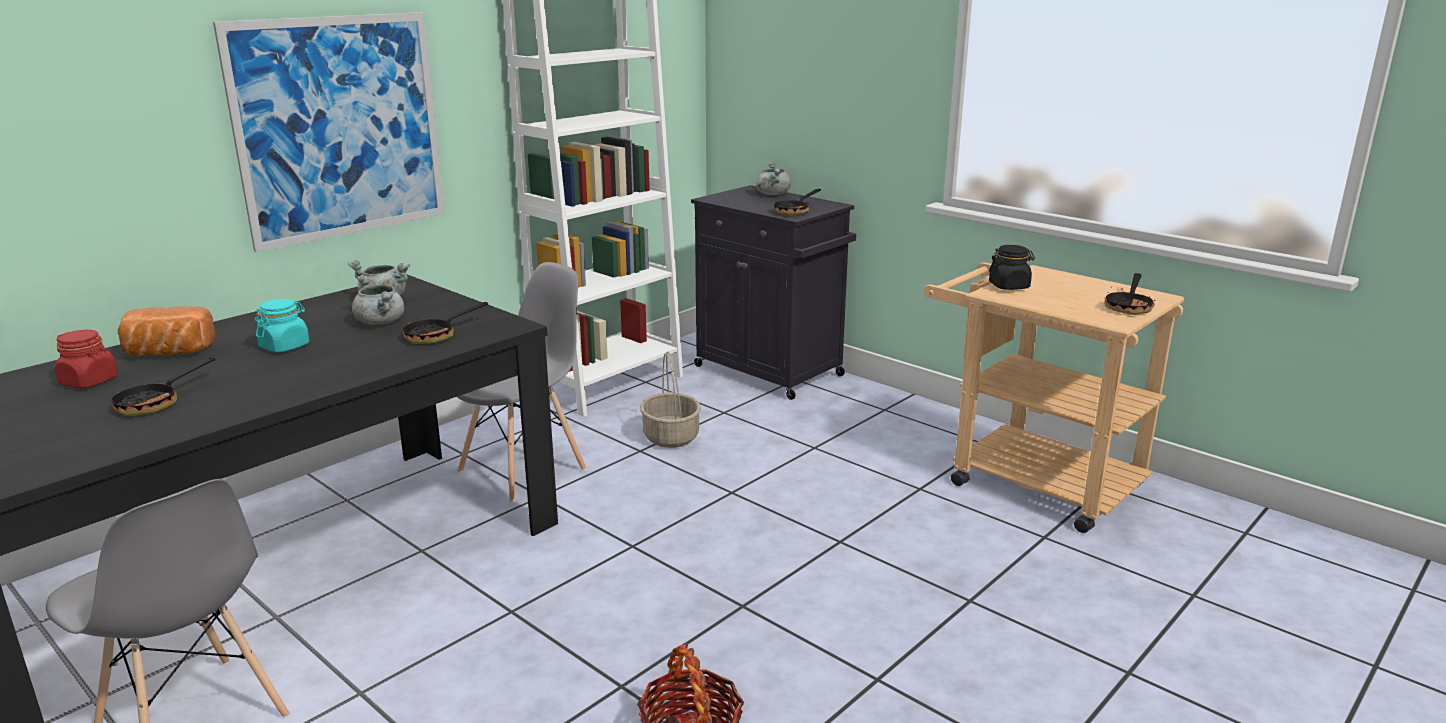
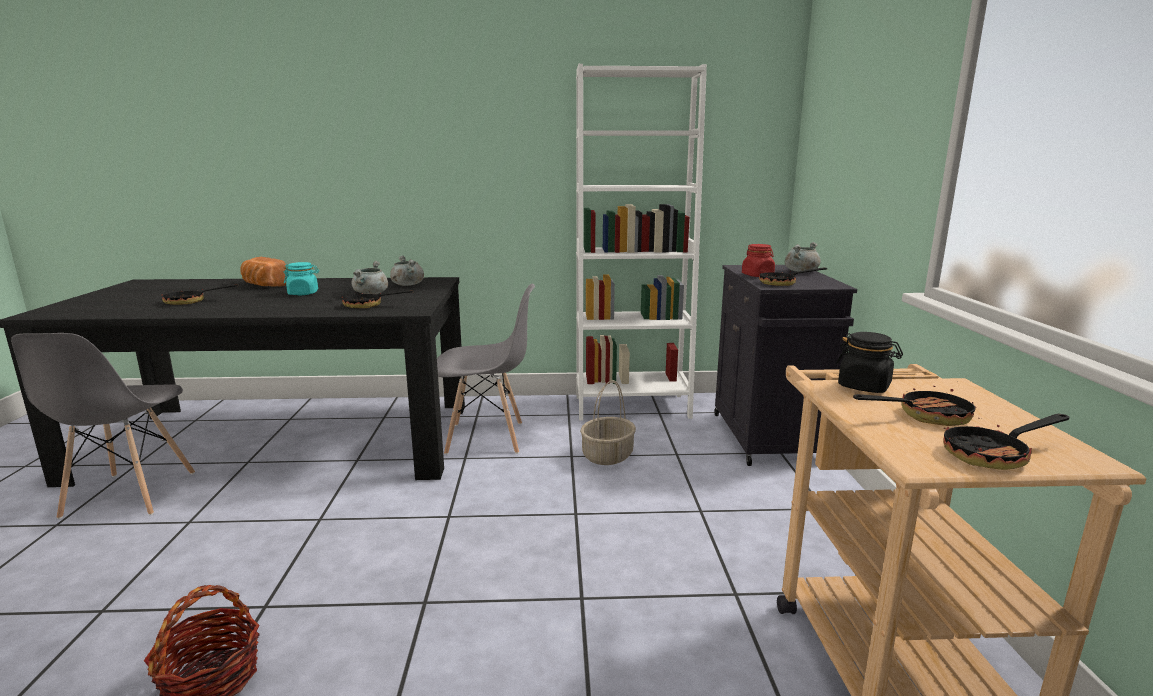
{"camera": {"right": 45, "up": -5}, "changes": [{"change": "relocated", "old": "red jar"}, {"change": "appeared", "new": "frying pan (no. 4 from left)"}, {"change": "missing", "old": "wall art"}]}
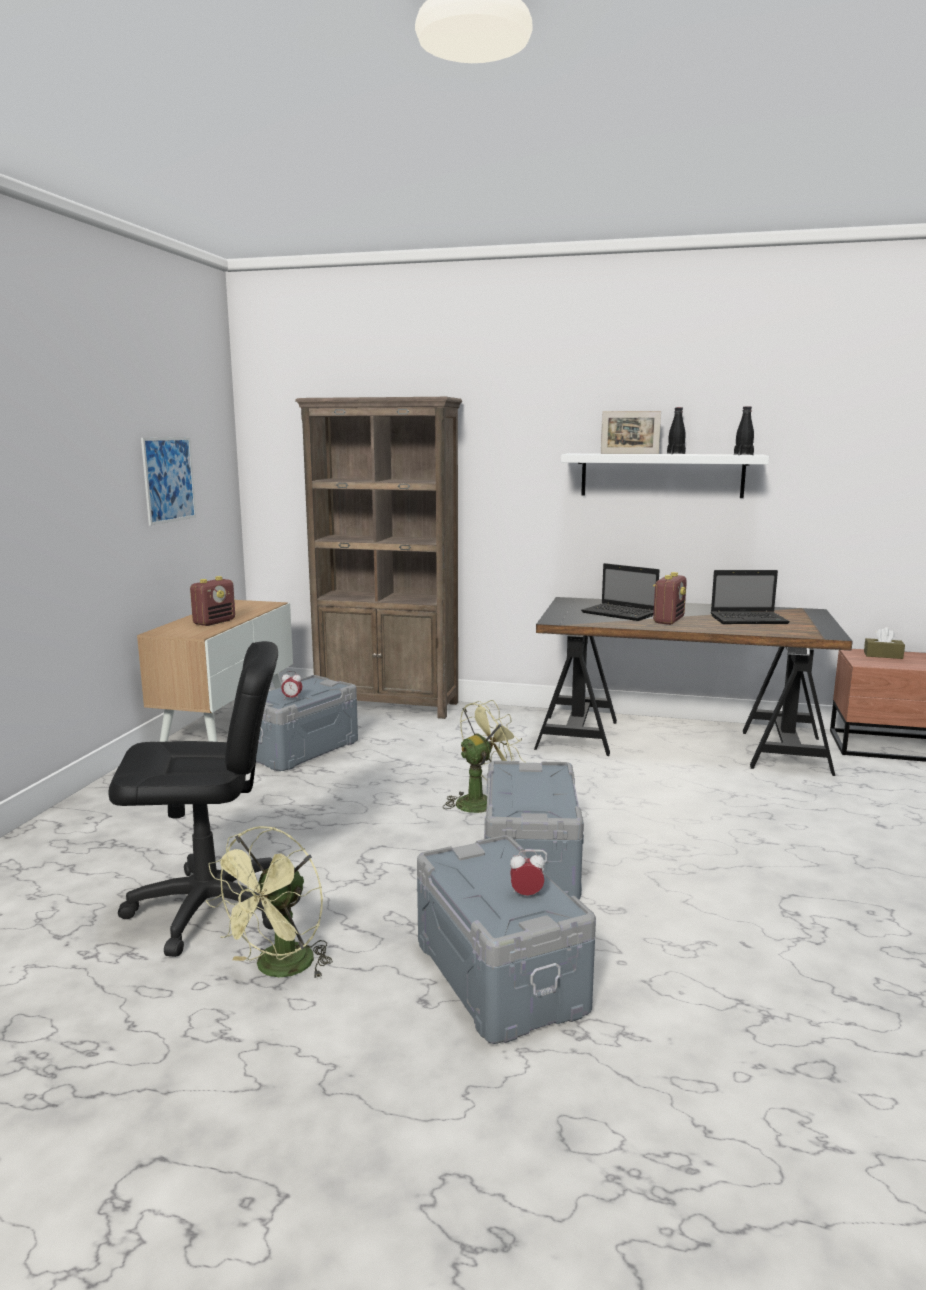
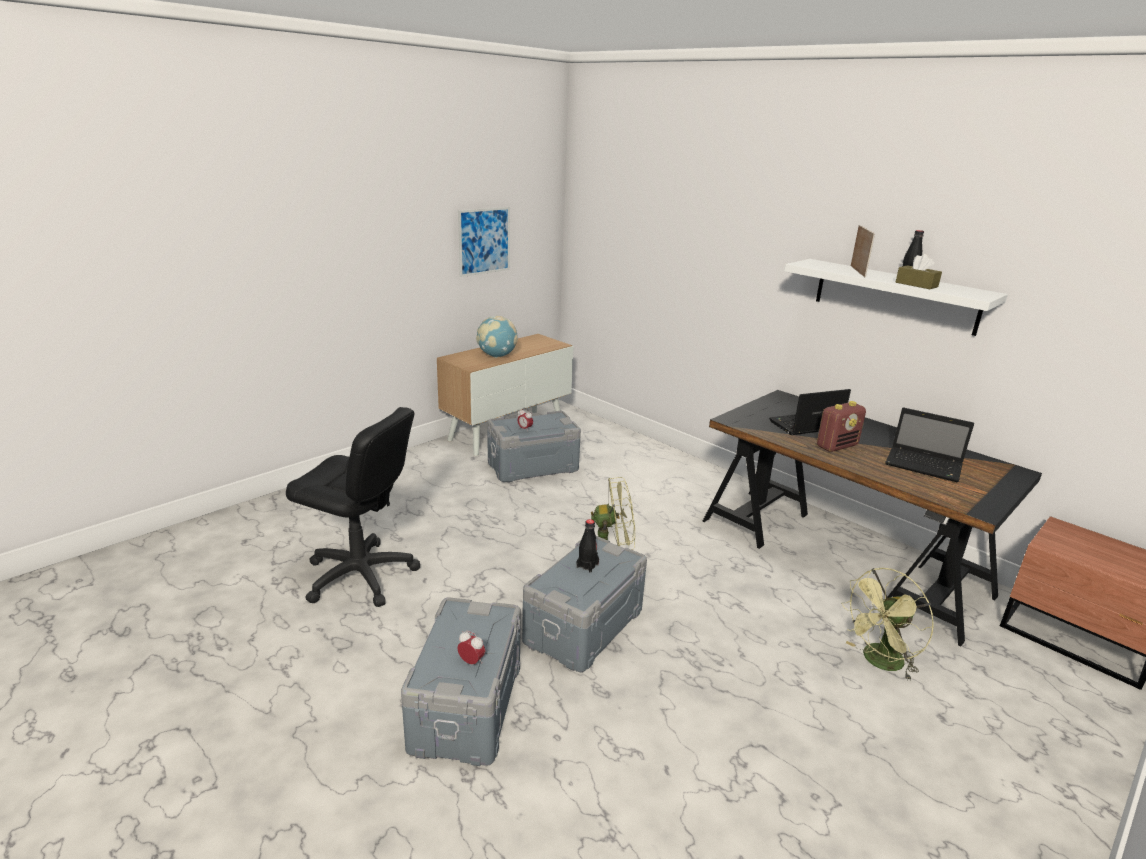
{"camera": {"right": 30, "up": 10}, "changes": [{"change": "exchanged", "old": "radio receiver (no. 1 from left)", "new": "desk globe"}, {"change": "relocated", "old": "black bottle (no. 2 from left in the first image)", "new": "black bottle (no. 1 from left)"}, {"change": "spun", "old": "laptop (no. 1 from left)", "degrees": 90}, {"change": "relocated", "old": "green fan (no. 1 from left in the first image)", "new": "green fan (no. 2 from left)"}, {"change": "spun", "old": "standing frame", "degrees": -120}, {"change": "relocated", "old": "brownish tissue holder"}, {"change": "missing", "old": "brownish bookshelf"}]}
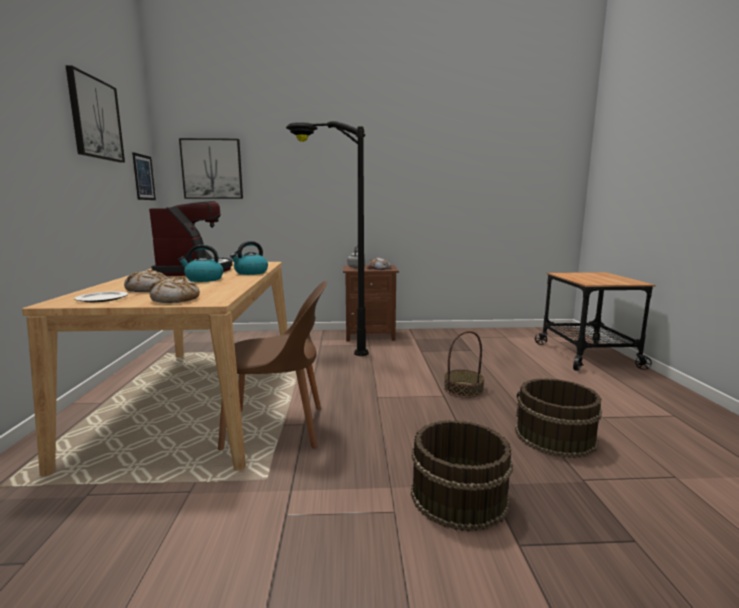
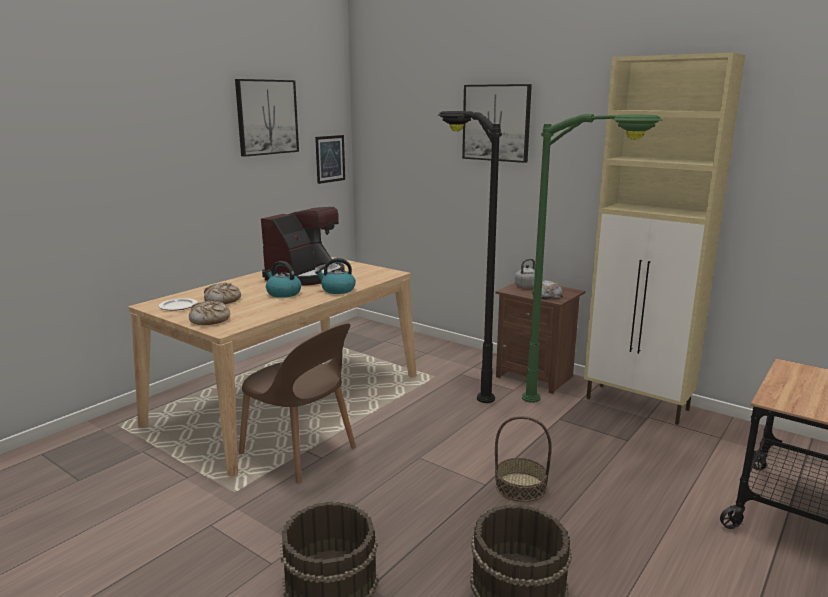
{"camera": {"right": 40, "up": 5}, "changes": [{"change": "relocated", "old": "wall art (no. 3 from left)"}, {"change": "appeared", "new": "green standard lamp"}, {"change": "appeared", "new": "sand-coloured cupboard"}]}
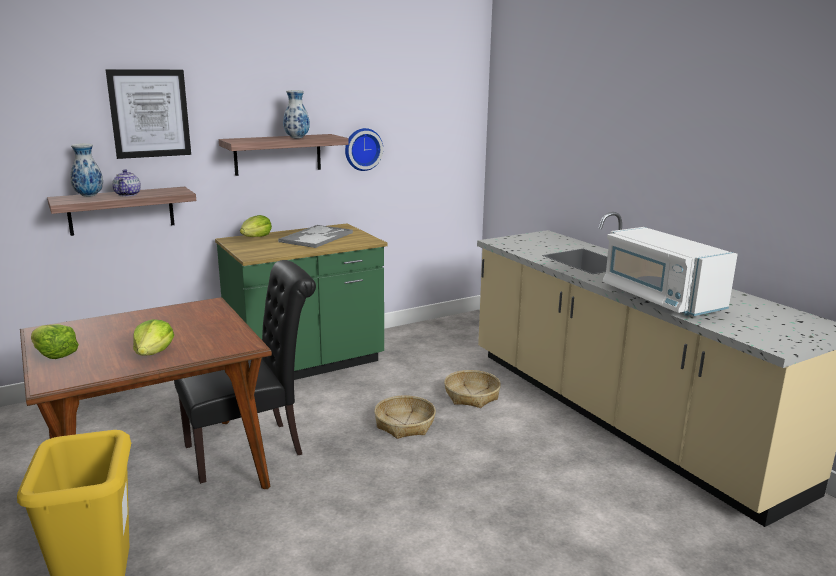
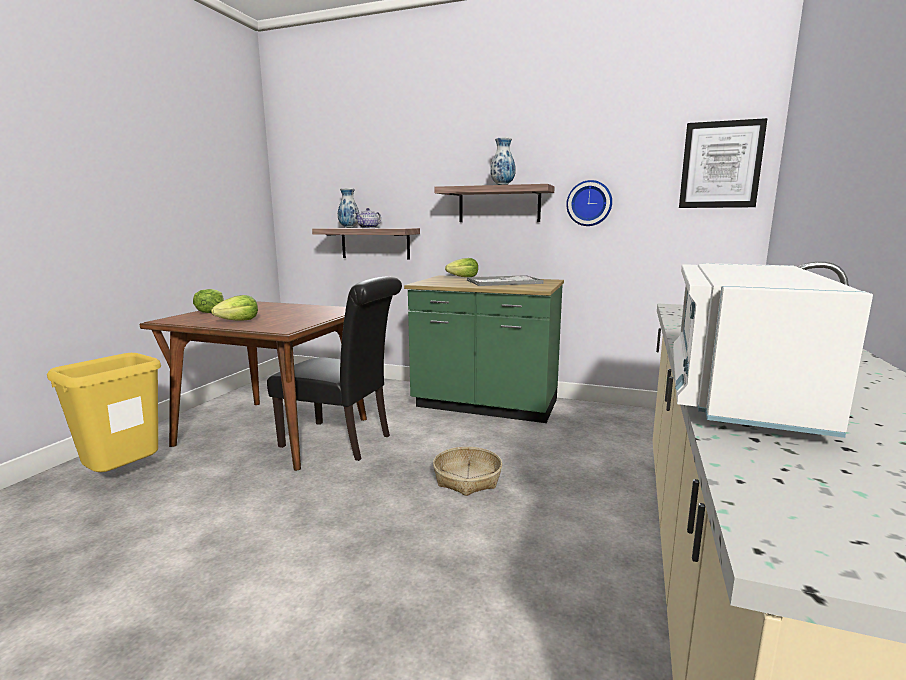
{"camera": {"right": 50, "up": -5}, "changes": [{"change": "relocated", "old": "wall art"}, {"change": "missing", "old": "household basket (no. 2 from left)"}]}
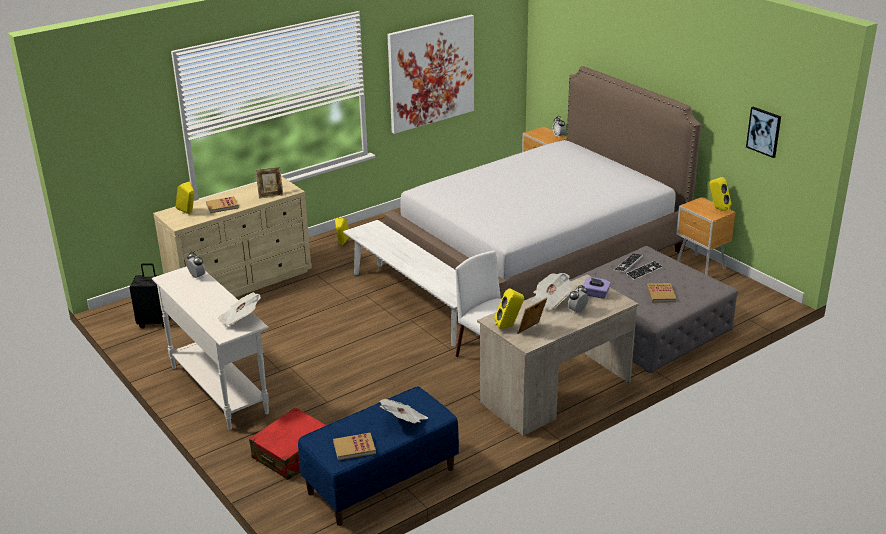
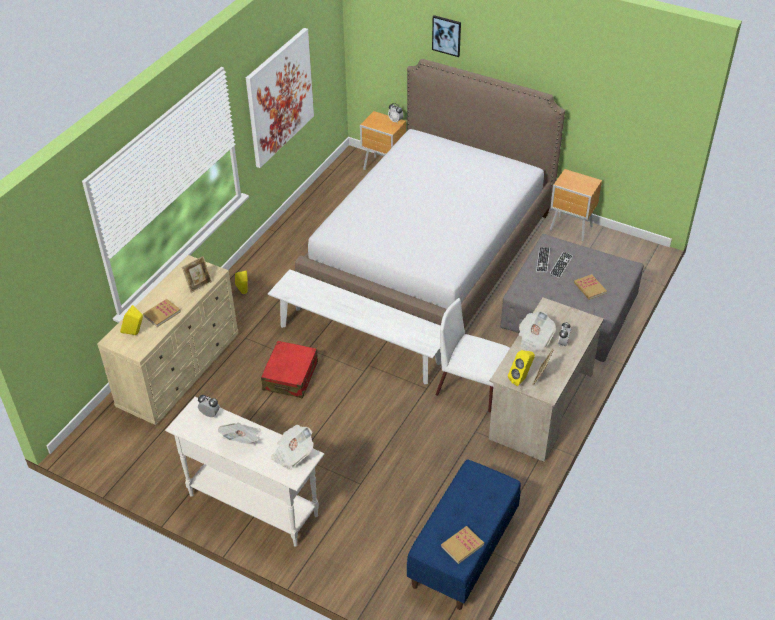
{"camera": {"right": -25, "up": 15}, "changes": [{"change": "relocated", "old": "daily paper (no. 2 from left in the first image)", "new": "daily paper (no. 1 from left)"}, {"change": "relocated", "old": "red suitcase"}, {"change": "relocated", "old": "wall art (no. 2 from left)"}, {"change": "missing", "old": "black suitcase"}, {"change": "missing", "old": "purple tissue holder"}, {"change": "missing", "old": "yellow-coloured loudspeaker (no. 4 from left)"}]}
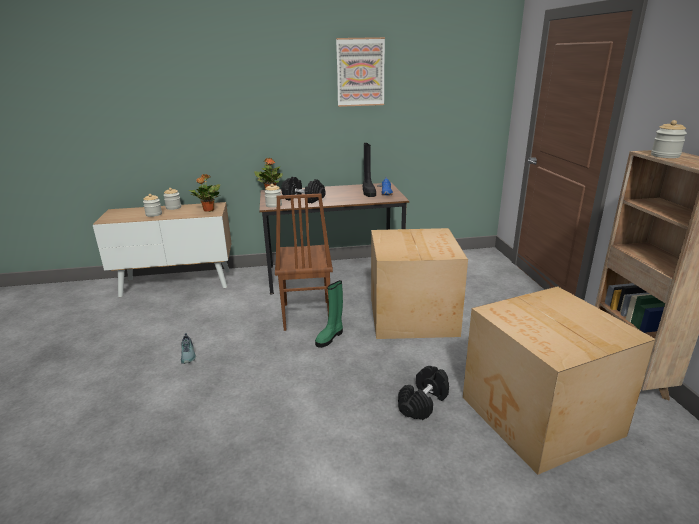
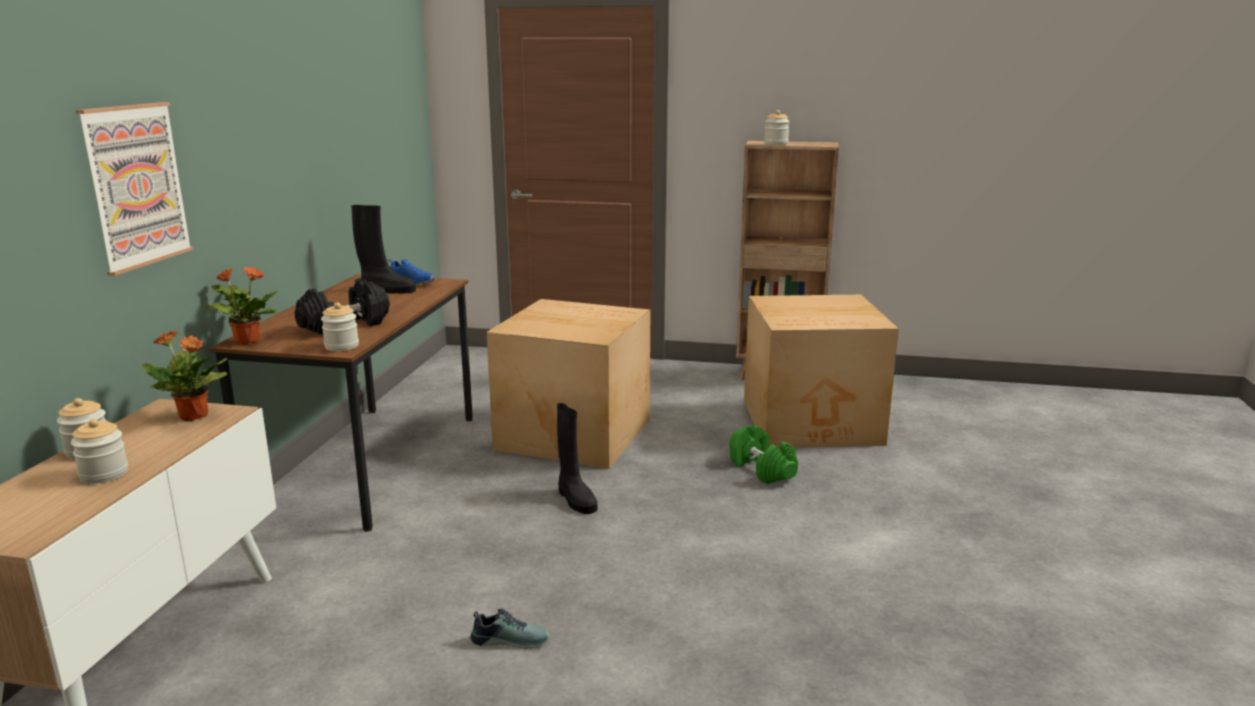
{"camera": {"right": -70, "up": -5}, "changes": [{"change": "relocated", "old": "wall art"}, {"change": "colour", "old": "green tall boot", "new": "black tall boot (no. 2 from left)"}, {"change": "colour", "old": "black hand weight (no. 2 from left)", "new": "green hand weight"}, {"change": "missing", "old": "brownish chair"}]}
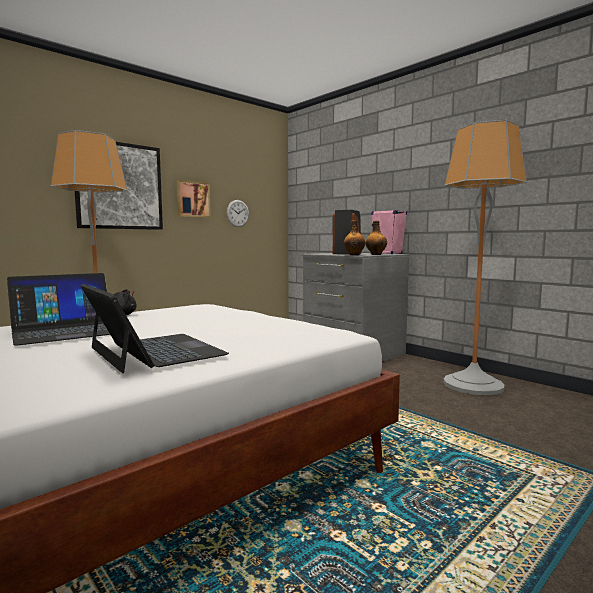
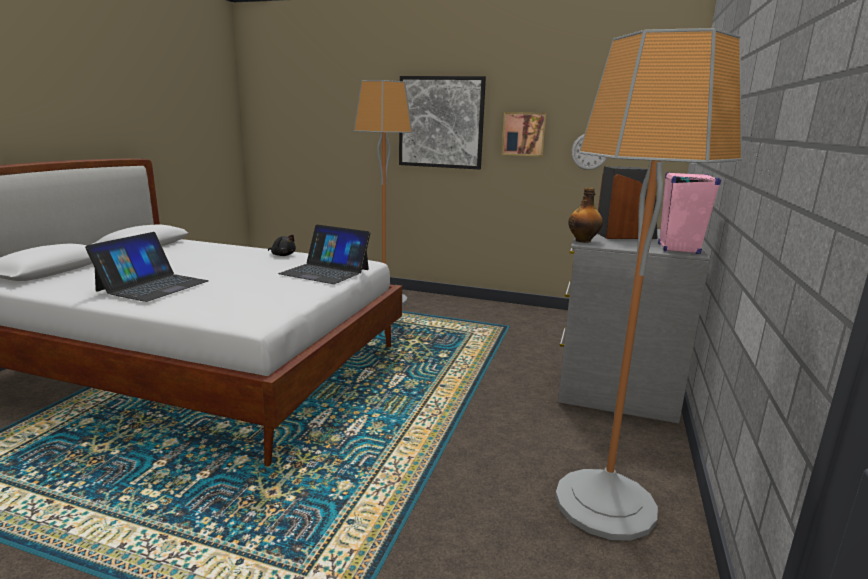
{"camera": {"right": 60, "up": 10}, "changes": [{"change": "relocated", "old": "laptop (no. 1 from left in the first image)", "new": "laptop (no. 2 from left)"}, {"change": "missing", "old": "bottle (no. 2 from left)"}]}
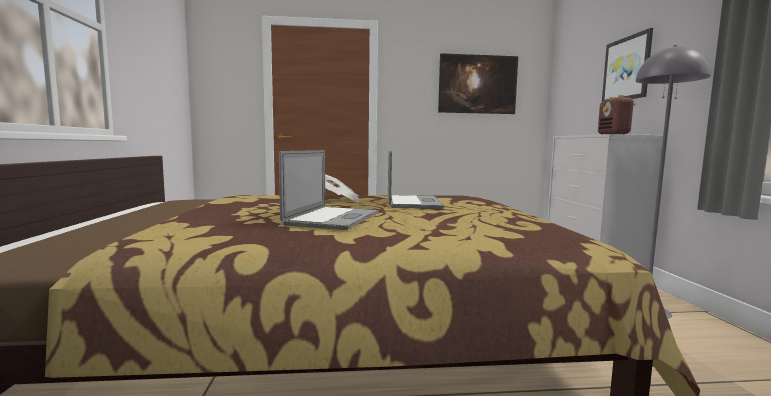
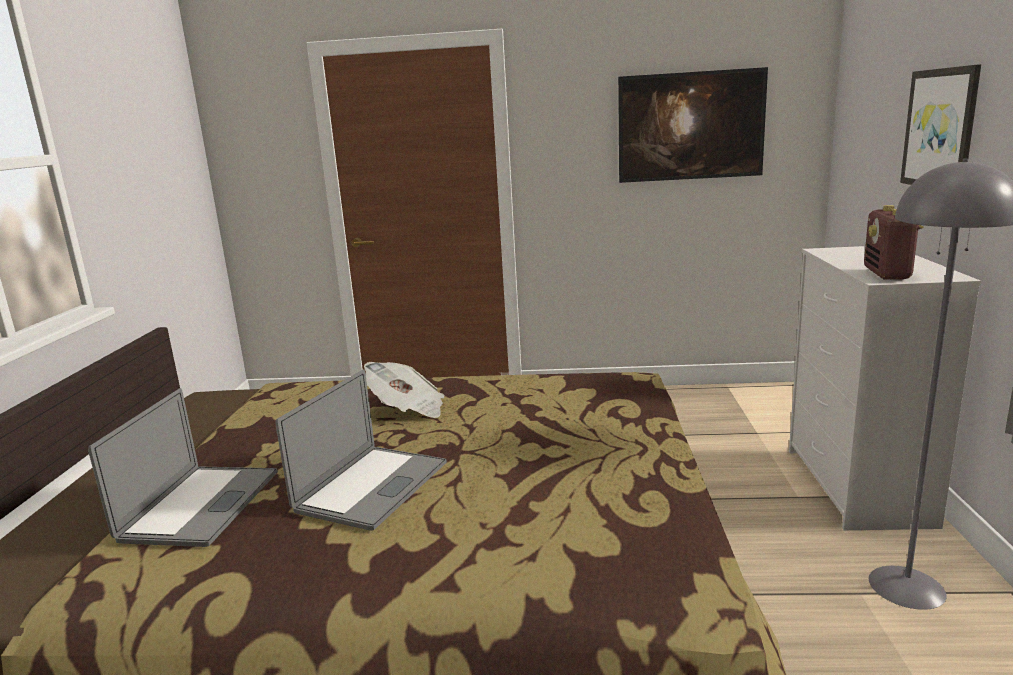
{"camera": {"right": 10, "up": 10}, "changes": [{"change": "relocated", "old": "laptop (no. 2 from left in the first image)", "new": "laptop (no. 1 from left)"}]}
